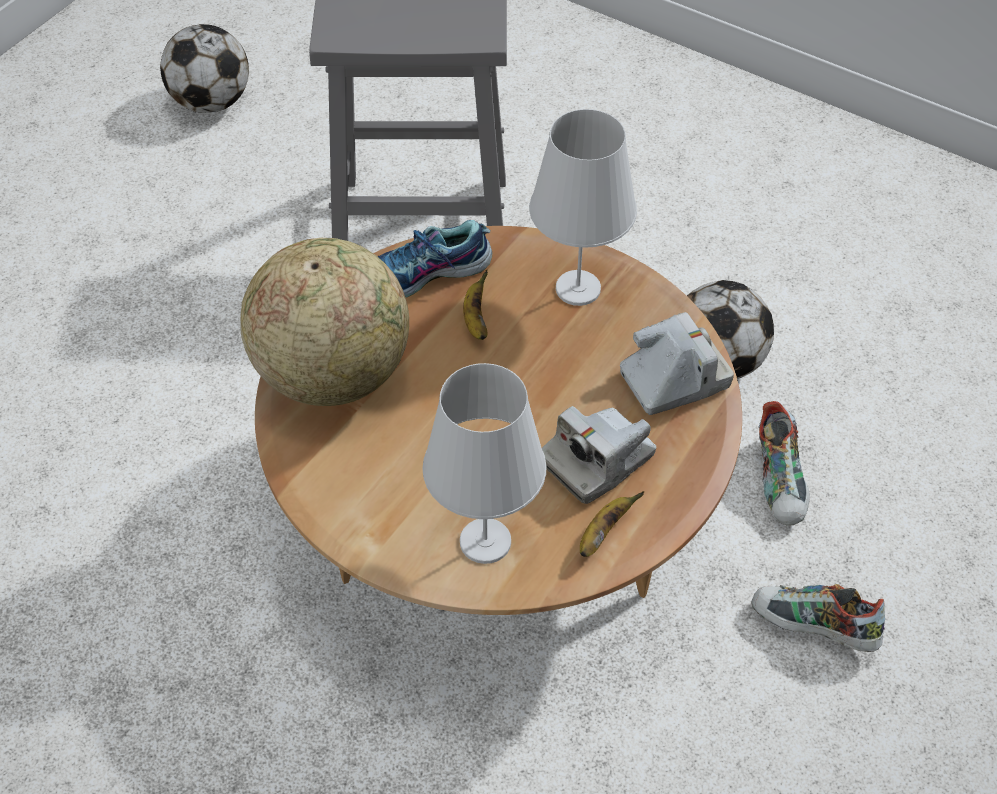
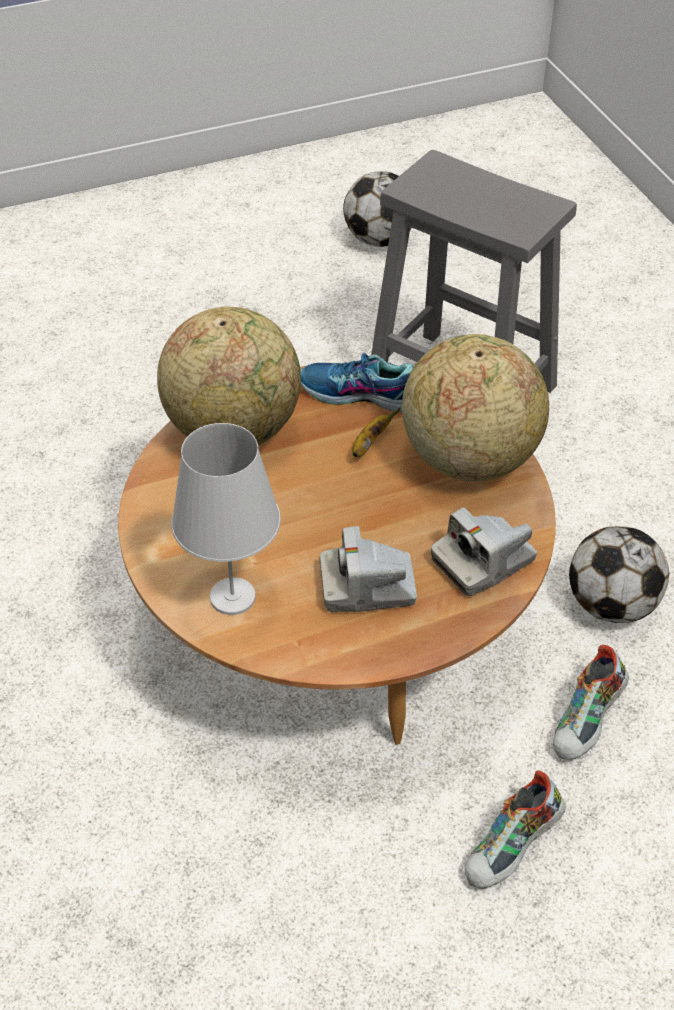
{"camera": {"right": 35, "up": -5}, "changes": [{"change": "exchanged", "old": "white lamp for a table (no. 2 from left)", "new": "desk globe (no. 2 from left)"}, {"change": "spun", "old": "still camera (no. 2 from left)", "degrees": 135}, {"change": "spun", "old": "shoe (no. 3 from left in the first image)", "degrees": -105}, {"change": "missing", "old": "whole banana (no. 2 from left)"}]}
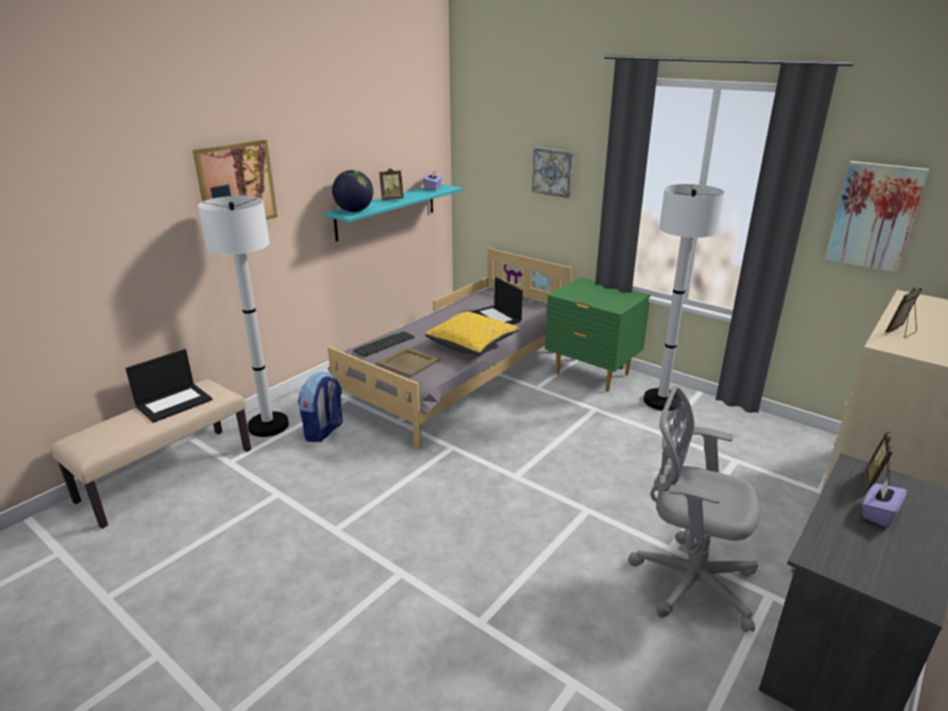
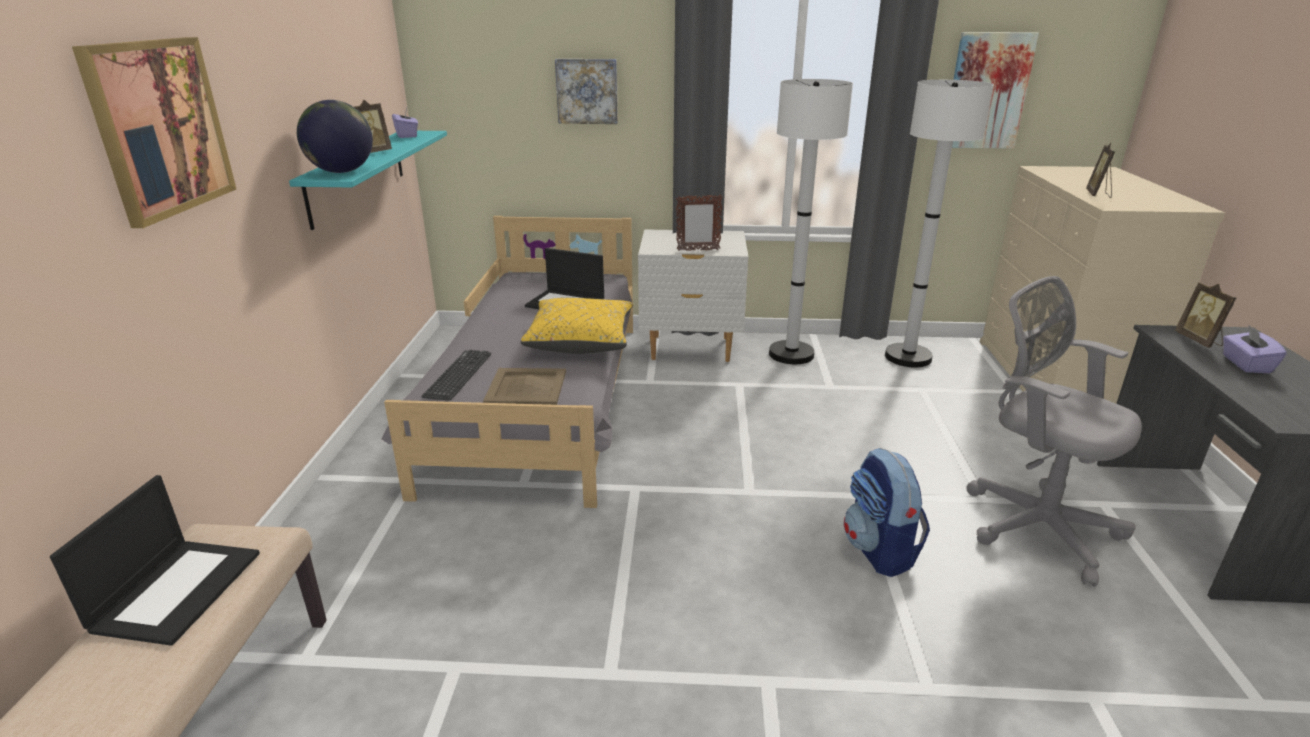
{"camera": {"right": -35, "up": 0}, "changes": [{"change": "colour", "old": "green bedside table", "new": "white bedside table"}, {"change": "appeared", "new": "standing frame (no. 2 from left)"}, {"change": "relocated", "old": "rucksack"}, {"change": "relocated", "old": "white standard lamp (no. 1 from left in the first image)", "new": "white standard lamp (no. 2 from left)"}, {"change": "spun", "old": "greyish office chair", "degrees": 60}]}
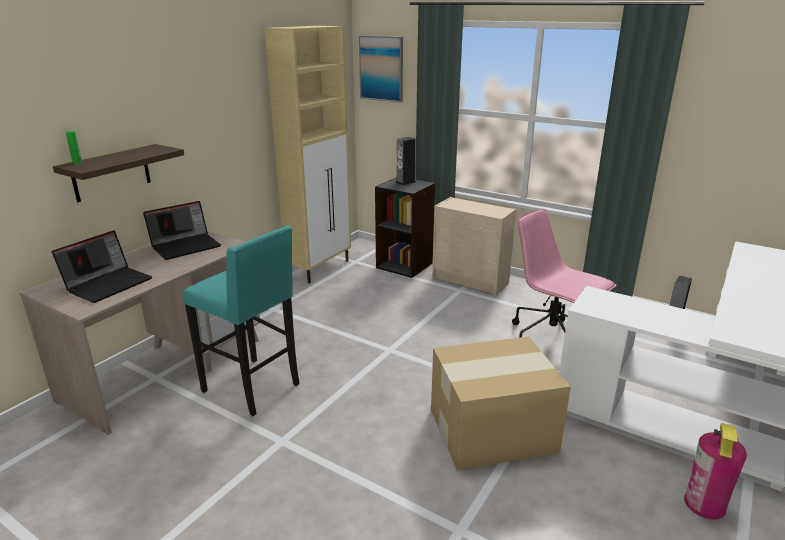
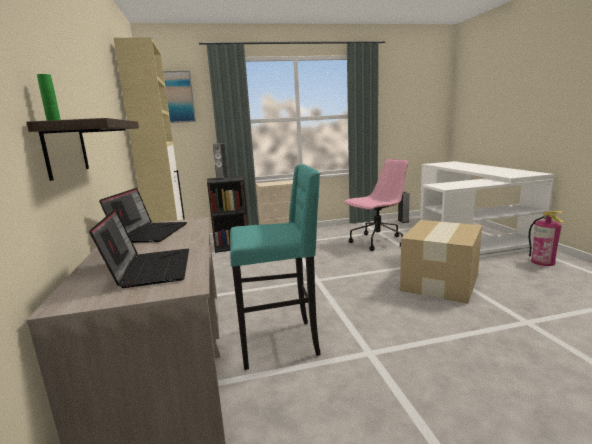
{"camera": {"right": -45, "up": -10}, "changes": [{"change": "spun", "old": "pink office chair", "degrees": 150}]}
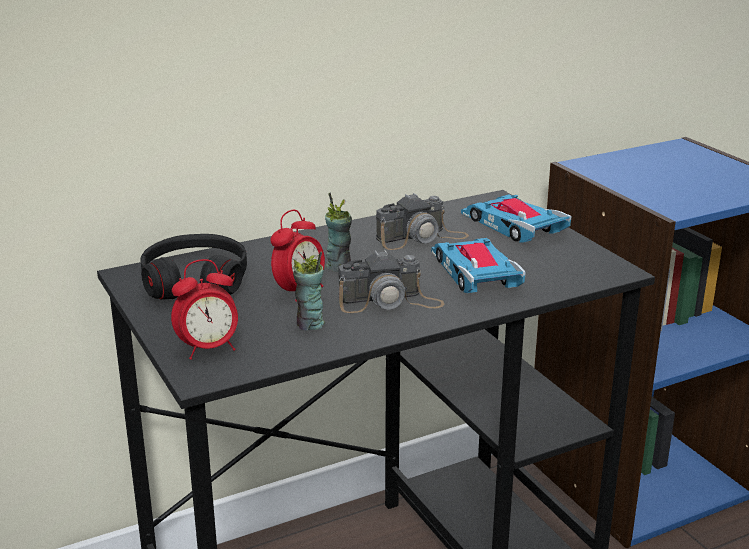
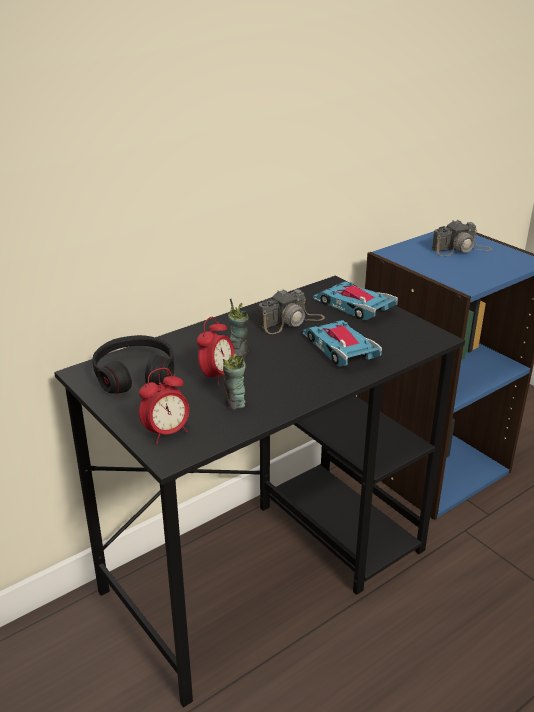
{"camera": {"right": -10, "up": 5}, "changes": [{"change": "relocated", "old": "still camera (no. 1 from left in the first image)", "new": "still camera (no. 2 from left)"}]}
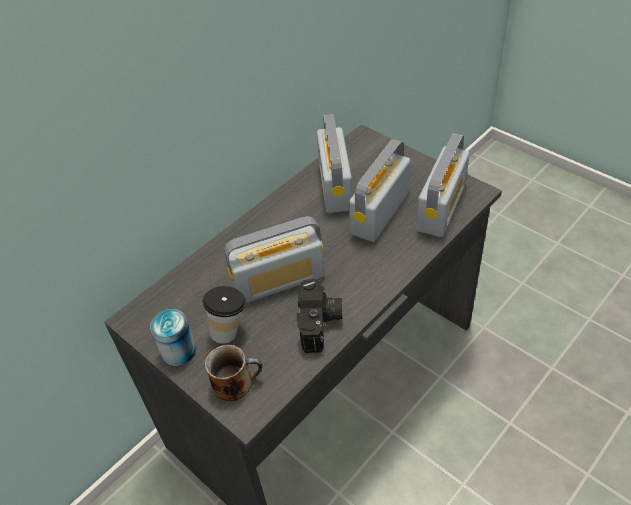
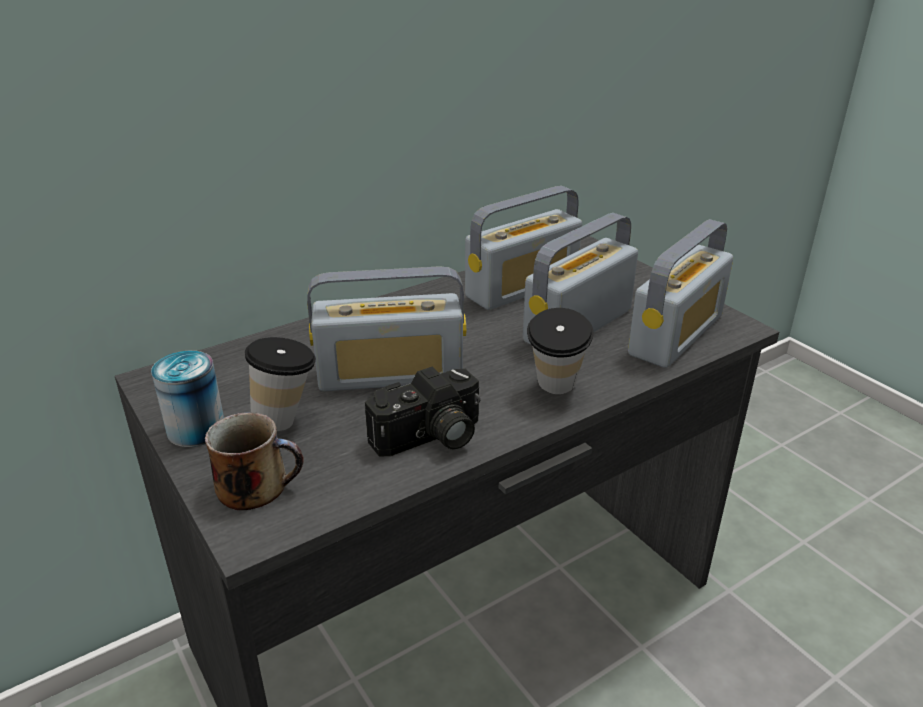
{"camera": {"right": 10, "up": -15}, "changes": [{"change": "spun", "old": "still camera", "degrees": 45}, {"change": "spun", "old": "radio receiver (no. 2 from left)", "degrees": -135}, {"change": "appeared", "new": "cup (no. 2 from left)"}]}
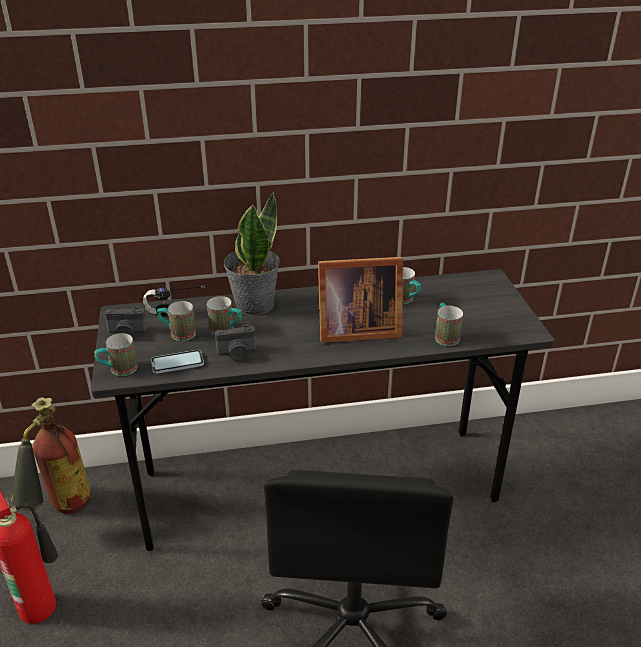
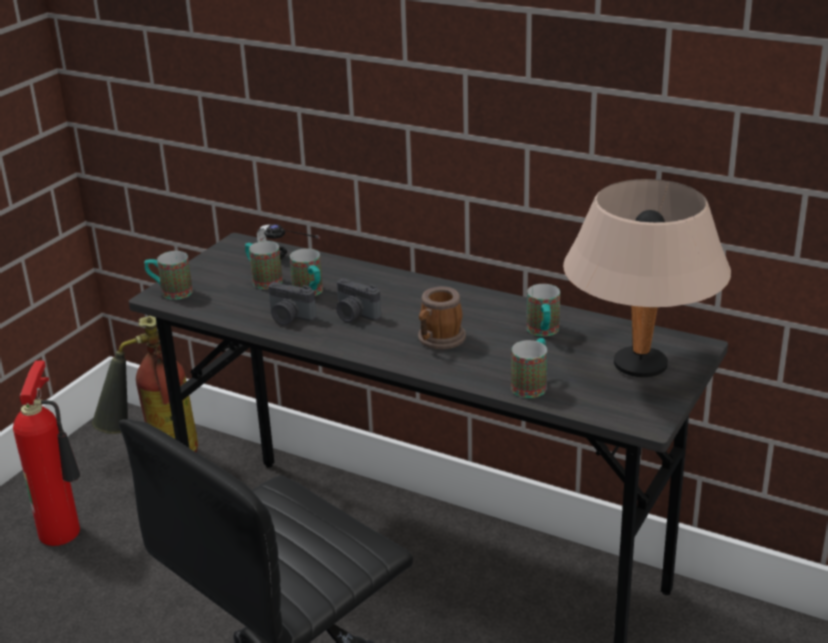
{"camera": {"right": 40, "up": -5}, "changes": [{"change": "relocated", "old": "still camera (no. 1 from left in the first image)", "new": "still camera (no. 2 from left)"}, {"change": "exchanged", "old": "standing frame", "new": "coffee mug (no. 4 from left)"}, {"change": "appeared", "new": "sand-coloured lamp for a table"}, {"change": "missing", "old": "phone"}, {"change": "missing", "old": "potted plant"}]}
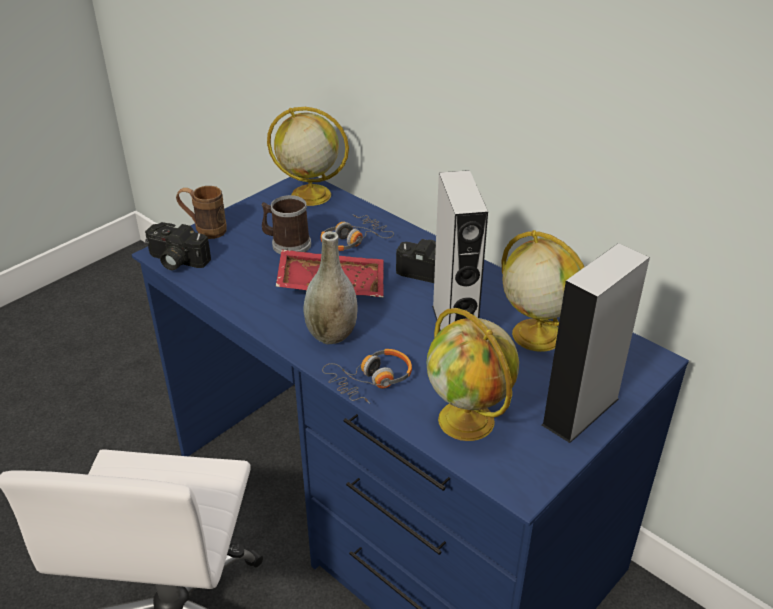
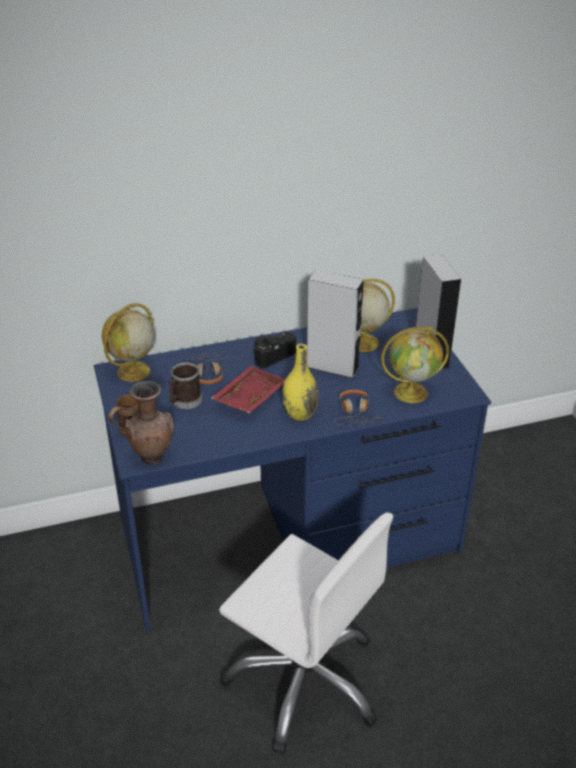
{"camera": {"right": -60, "up": 0}, "changes": [{"change": "exchanged", "old": "still camera (no. 1 from left)", "new": "brownish flower vase"}, {"change": "colour", "old": "greyish flower vase", "new": "yellow-coloured flower vase"}]}
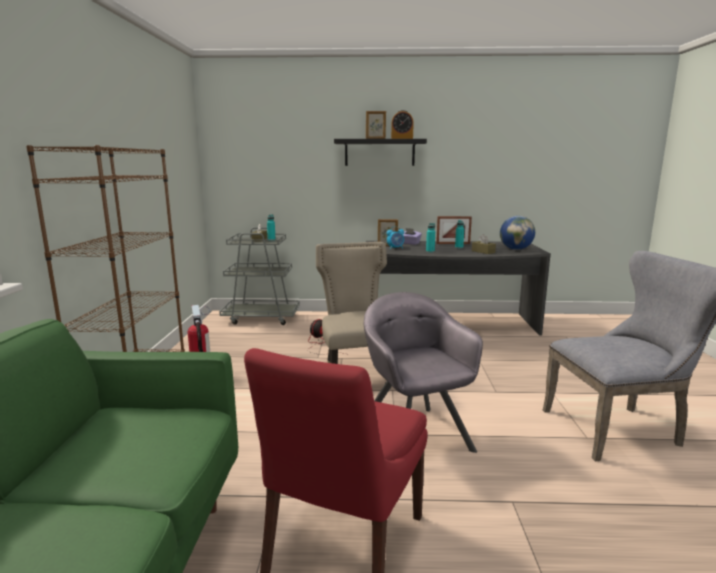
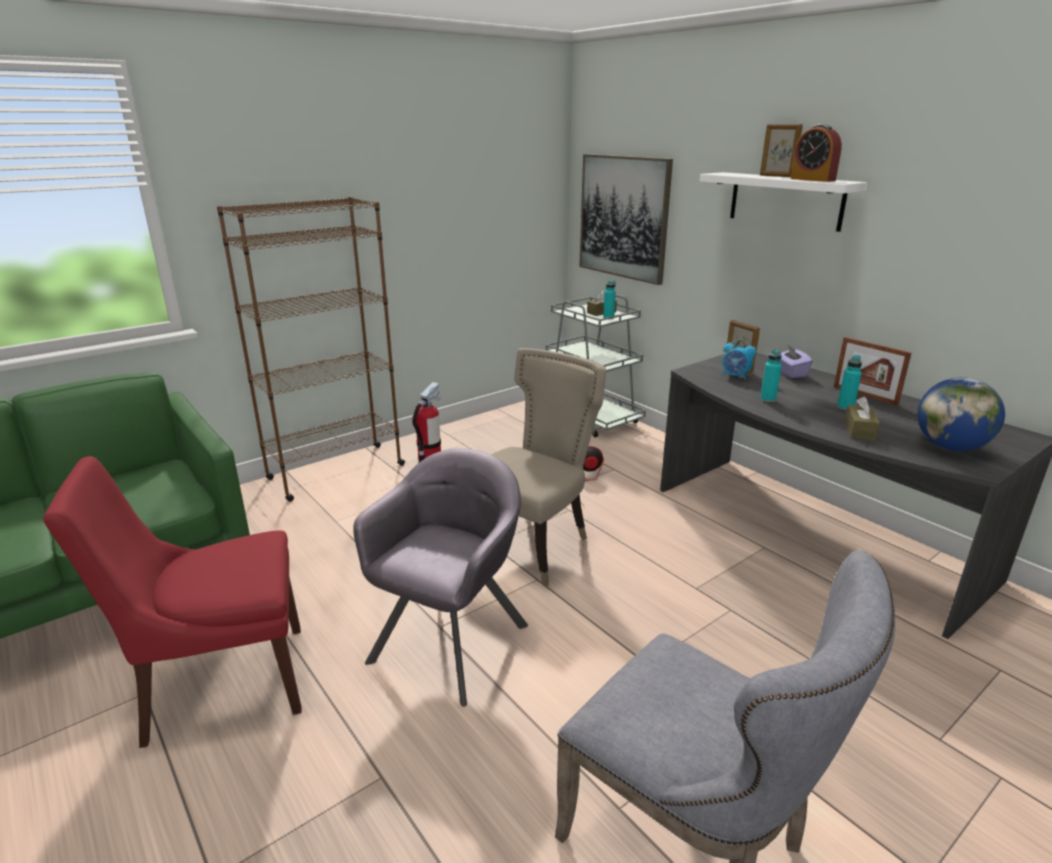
{"camera": {"right": 50, "up": 10}, "changes": [{"change": "appeared", "new": "wall art"}, {"change": "colour", "old": "black shelf", "new": "white shelf"}]}
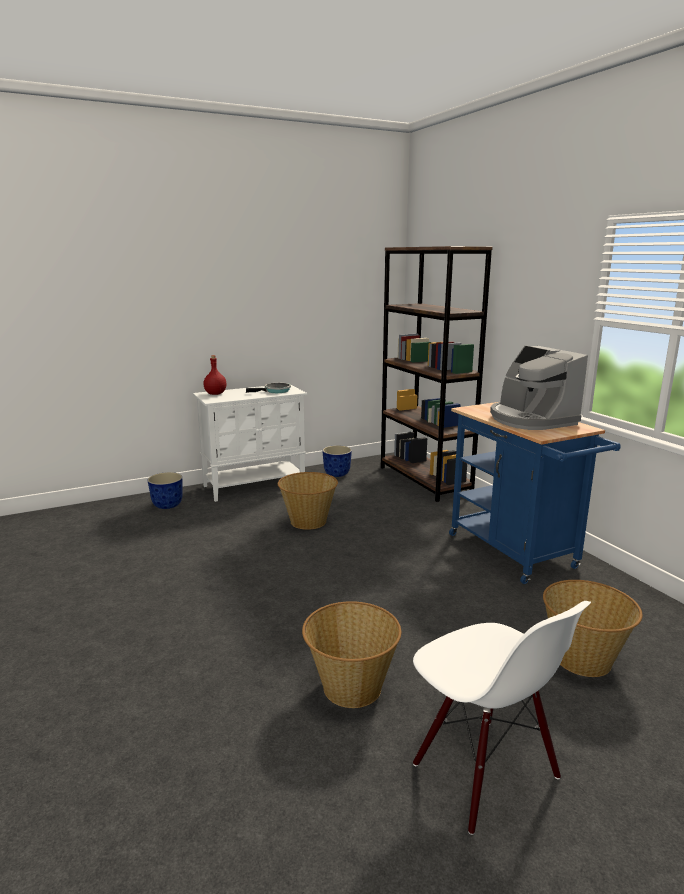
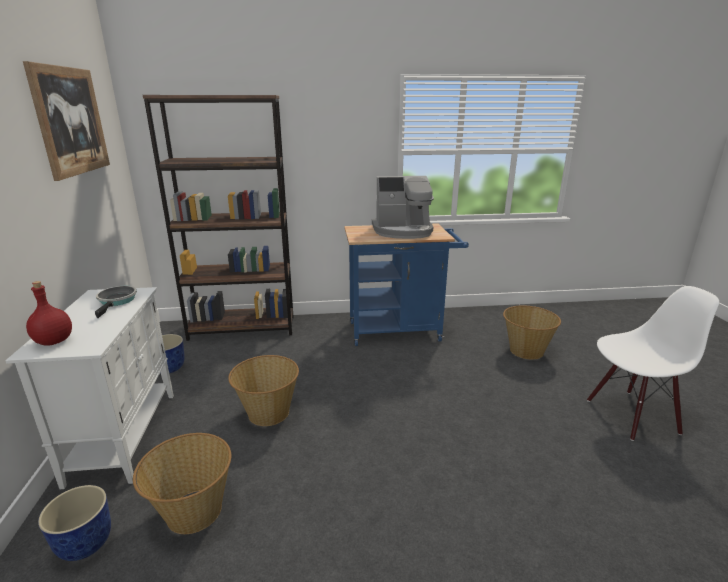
{"camera": {"right": -70, "up": 5}, "changes": [{"change": "appeared", "new": "wall art"}, {"change": "relocated", "old": "household basket (no. 2 from left in the first image)", "new": "household basket (no. 1 from left)"}]}
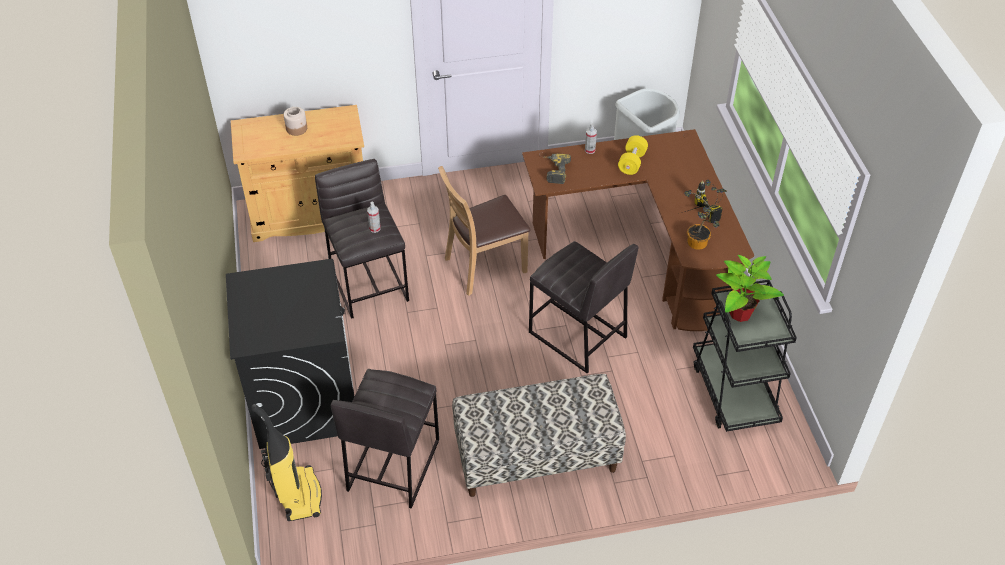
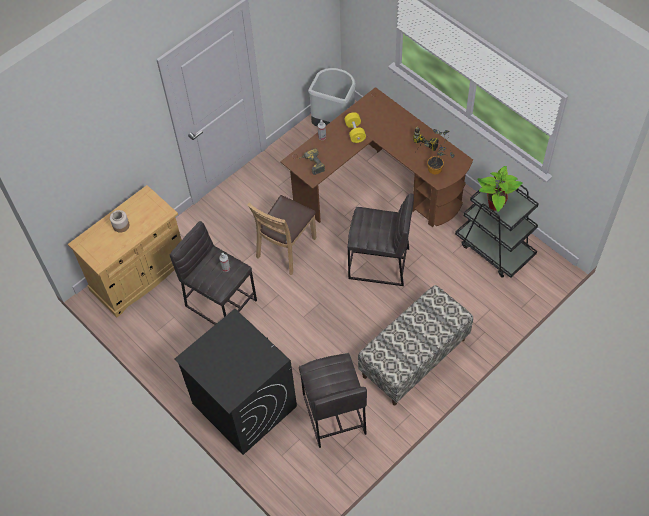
{"camera": {"right": -30, "up": 10}, "changes": [{"change": "missing", "old": "vacuum cleaner"}]}
